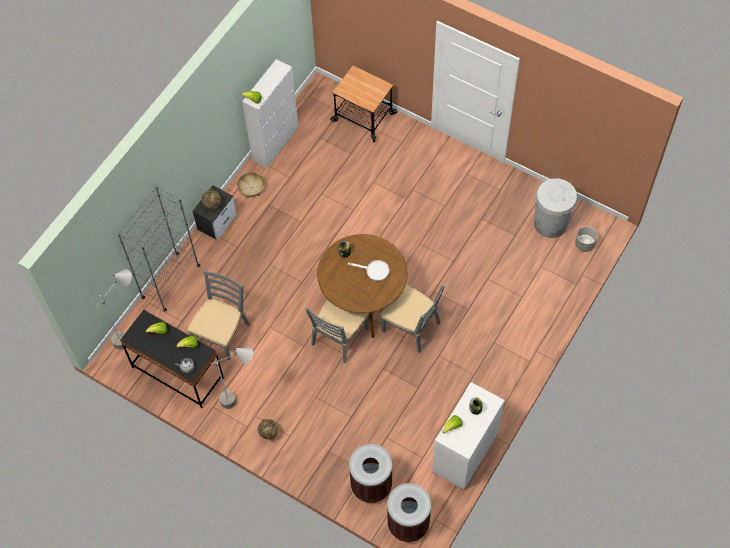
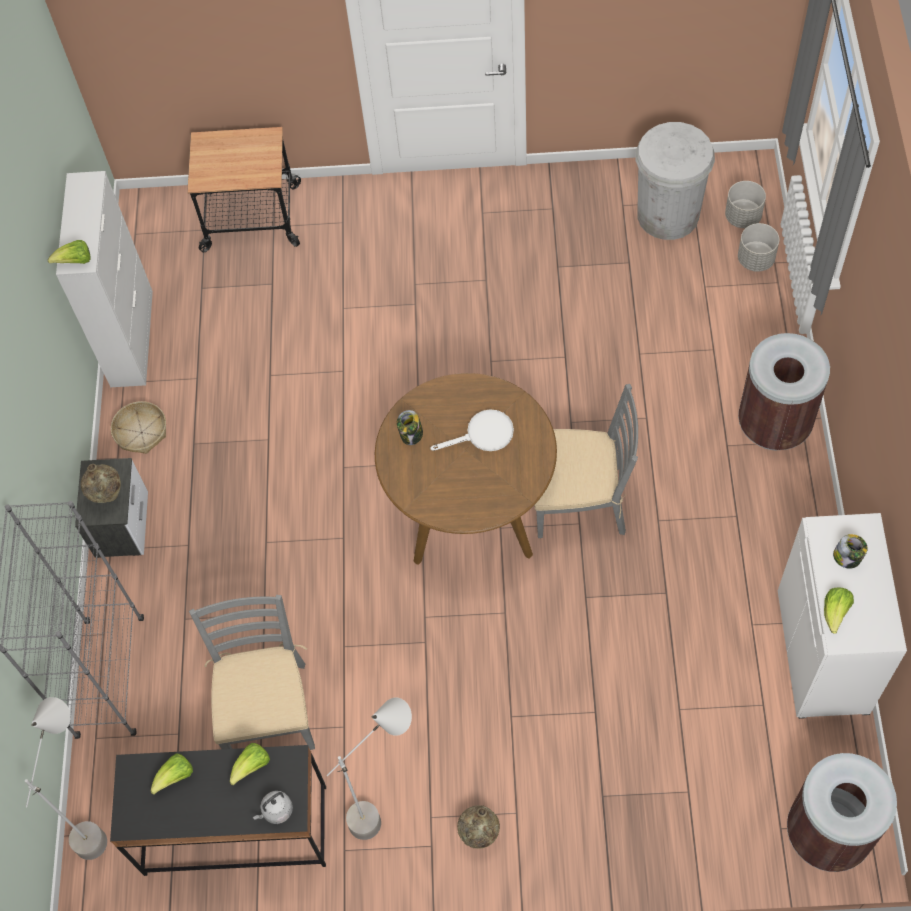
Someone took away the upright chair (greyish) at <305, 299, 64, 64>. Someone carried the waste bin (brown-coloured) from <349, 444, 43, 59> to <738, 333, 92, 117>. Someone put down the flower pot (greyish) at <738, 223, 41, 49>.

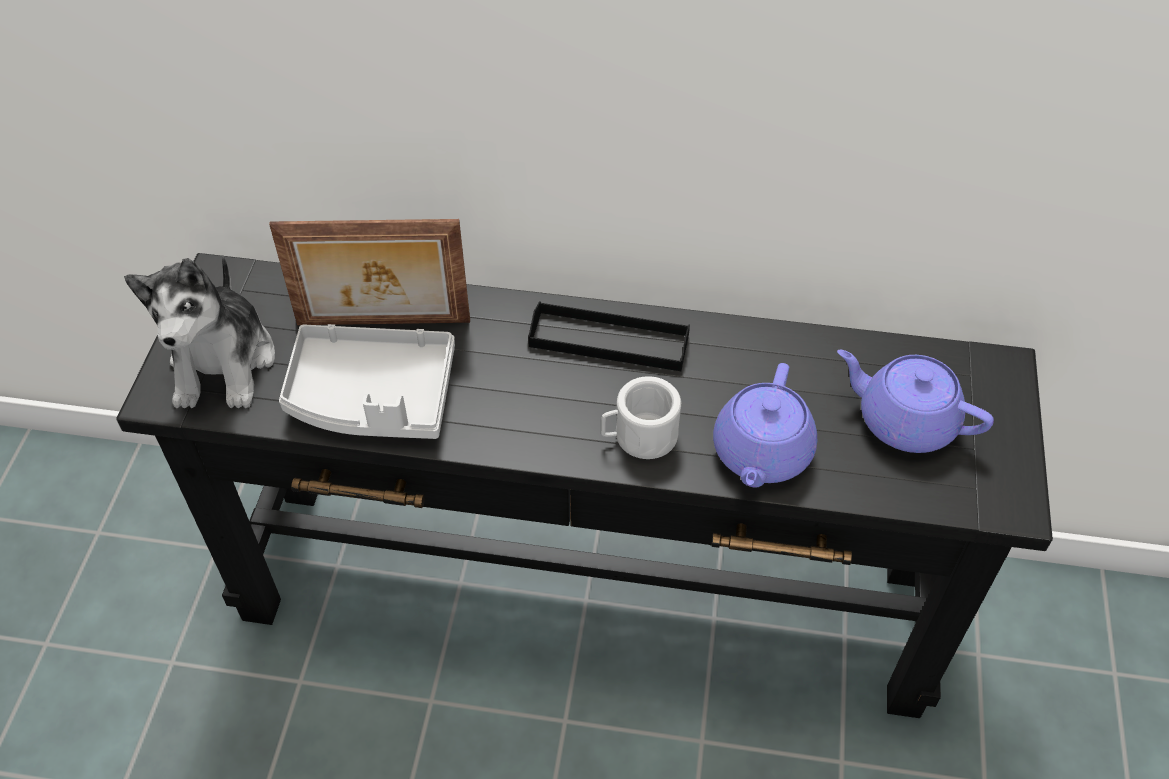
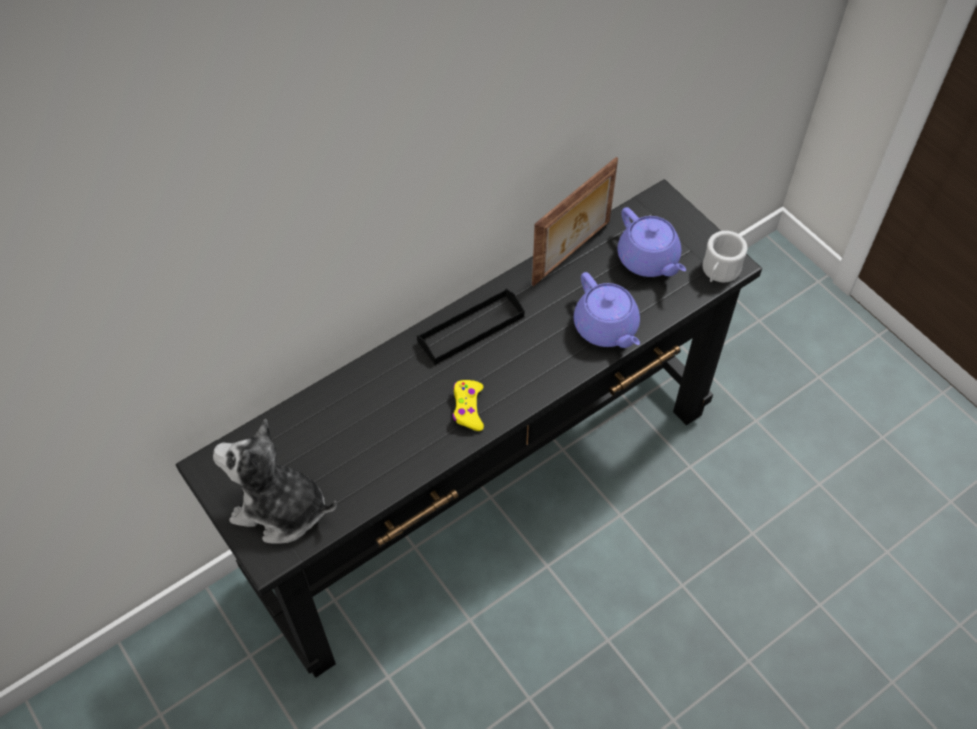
Someone carried the picture frame from <269, 219, 201, 106> to <532, 157, 86, 129>. Someone rotated the cuddly toy at <124, 255, 151, 154> by 150 degrees clockwise. Someone took away the tray (greyish) at <279, 324, 176, 115>. Someone rotated the tea pot (purple-coloured) at <837, 350, 157, 103> by 105 degrees counterclockwise. Someone carried the mug (white) from <601, 376, 80, 83> to <702, 231, 45, 51>. Someone put down the game controller (yellow-coloured) at <452, 380, 32, 51>.

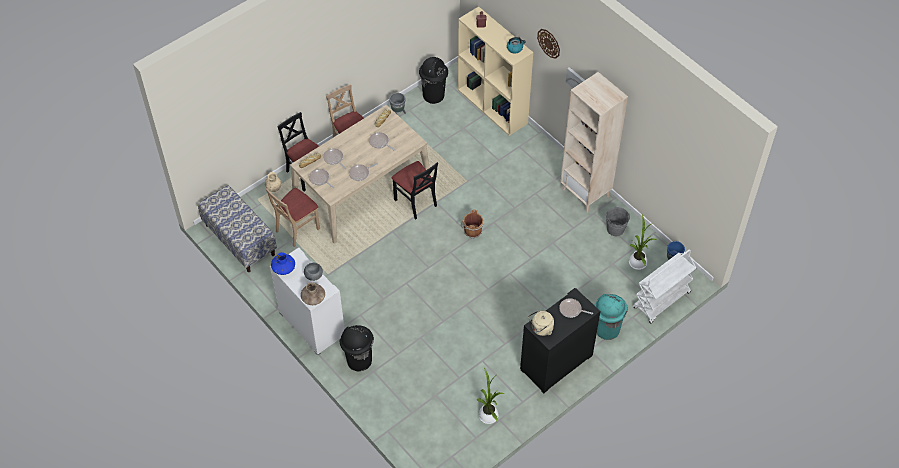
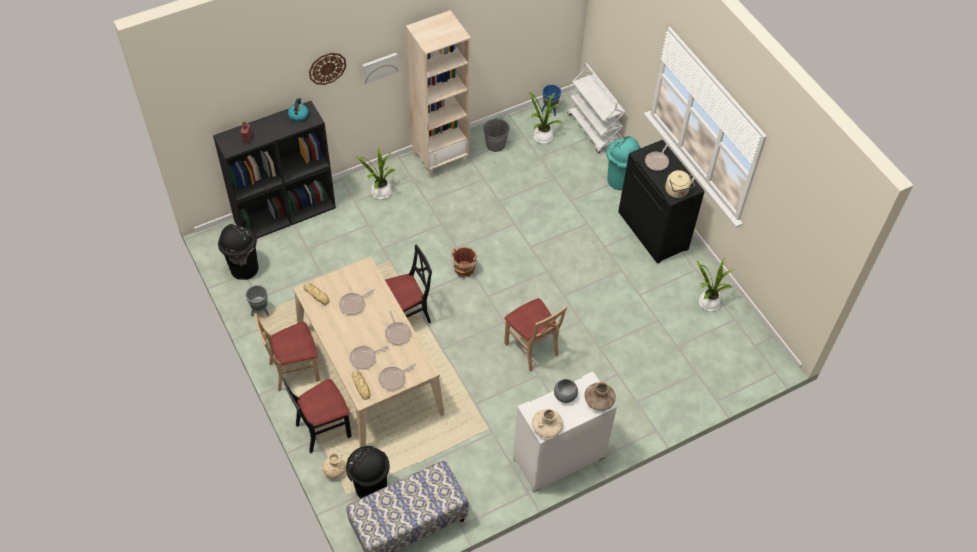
Someone repainted the bookshelf (beige-coloured) at <458, 6, 75, 130>, which became the bookshelf (black-coloured) at <213, 101, 123, 138>. Someone carried the upright chair (beige-coloured) from <266, 188, 54, 59> to <504, 298, 63, 74>. Someone repainted the flower vase (blue-coloured) at <271, 252, 24, 23>, which became the flower vase (beige-coloured) at <532, 409, 31, 29>. Someone carried the waste bin (black-coloured) from <340, 325, 34, 46> to <346, 446, 44, 53>. Someone put down the potted plant at <356, 145, 39, 54>.

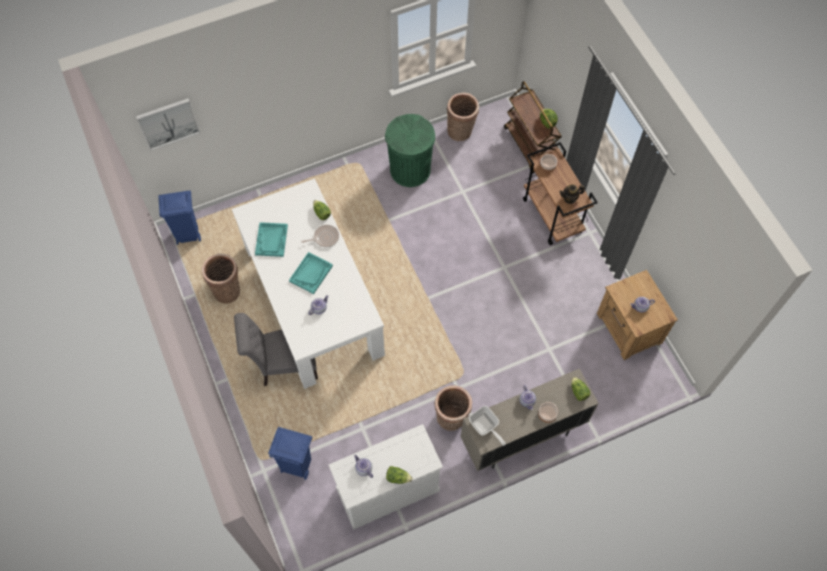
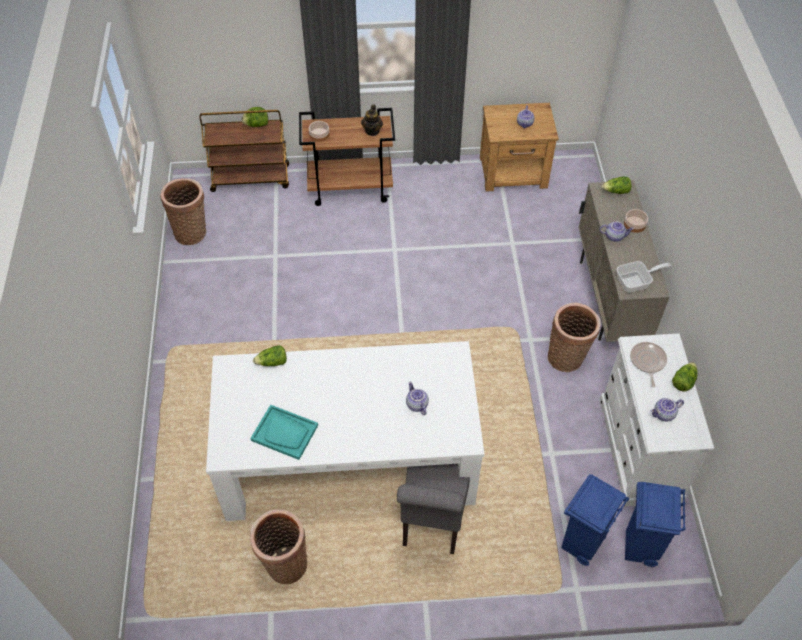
Someone took away the wall art at <136, 98, 64, 53>. Someone took away the waste bin (green-coloured) at <385, 114, 50, 73>. Someone carried the waste bin (blue-coloured) from <158, 190, 43, 55> to <625, 482, 61, 85>. Someone carried the pan from <302, 225, 37, 22> to <630, 342, 37, 46>. Someone took away the tray (blue-green) at <289, 252, 44, 42>.

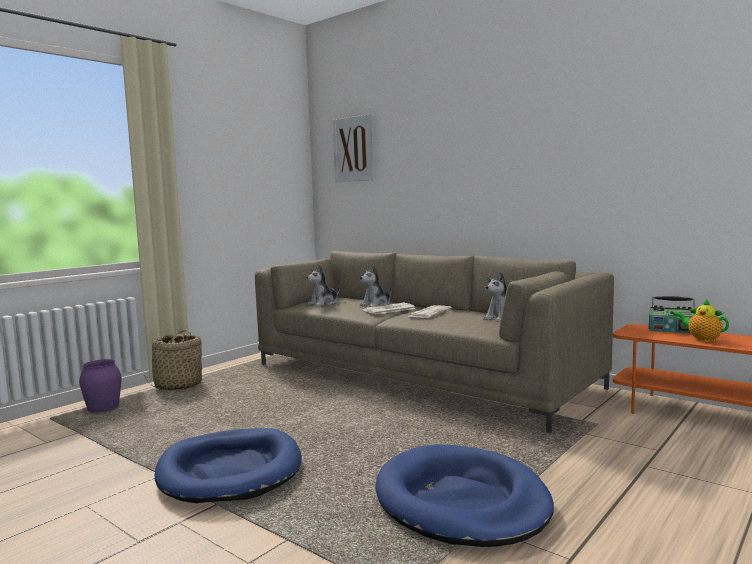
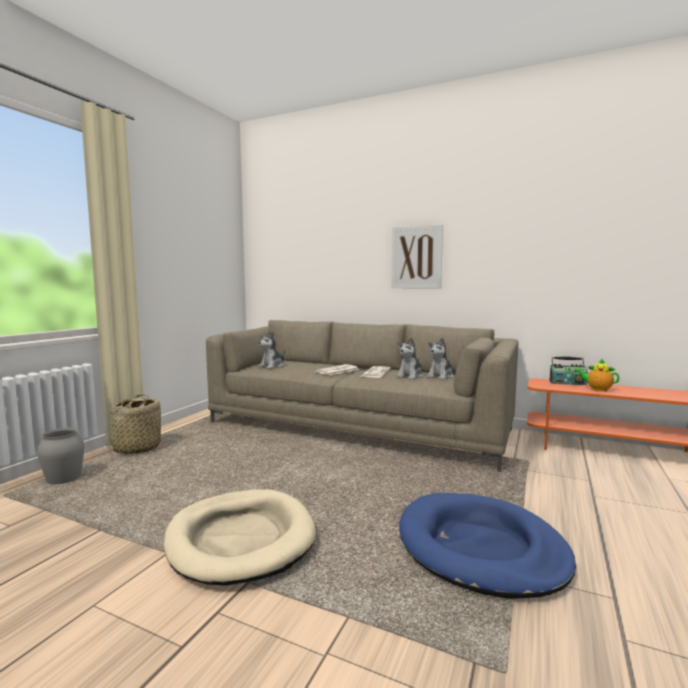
Someone carried the wall art from <333, 114, 42, 68> to <391, 224, 52, 65>. Someone carried the cuddly toy from <360, 265, 31, 42> to <396, 337, 27, 43>. Someone repainted the flower vase (purple-coloured) at <79, 359, 42, 54>, which became the flower vase (greyish) at <37, 428, 47, 57>. Someone repainted the dog cushion (blue-coloured) at <154, 428, 147, 75>, which became the dog cushion (beige-coloured) at <164, 489, 152, 97>.

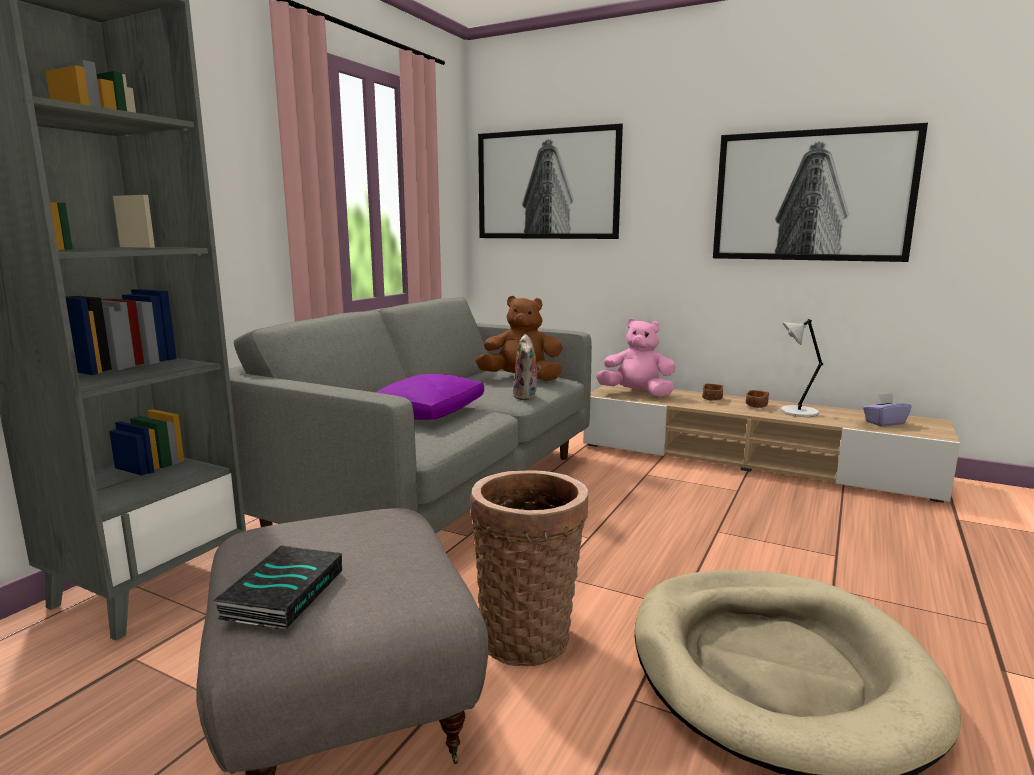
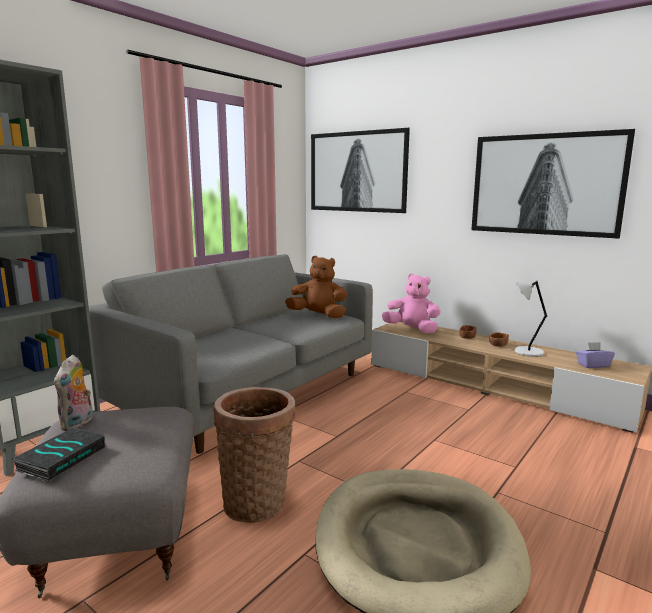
Someone carried the cuddly toy from <513, 334, 28, 66> to <54, 354, 39, 77>. Someone took away the pillow (purple-coloured) at <375, 374, 109, 46>.

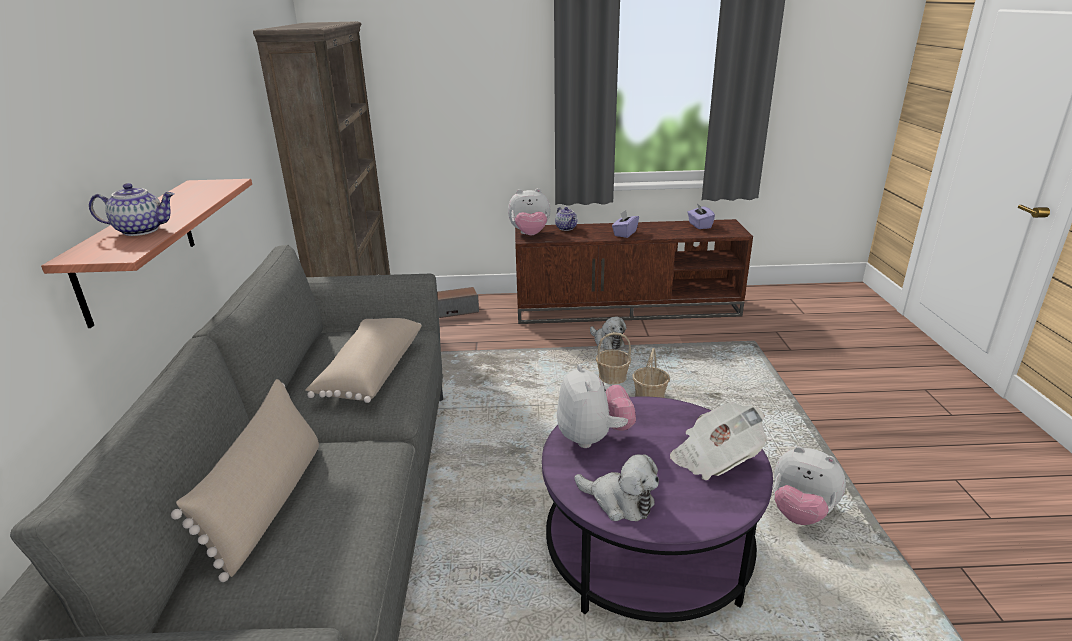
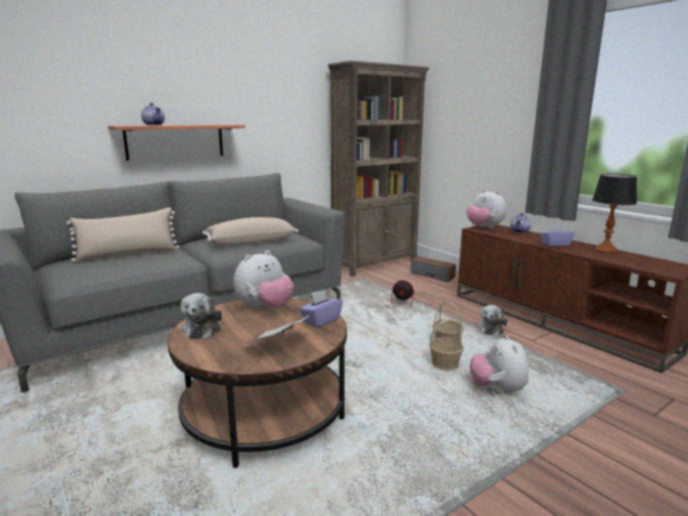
Someone carried the box of tissues (purple-coloured) from <687, 203, 28, 26> to <300, 290, 43, 38>. Someone repainted the low table (purple-coloured) at <542, 396, 231, 226>, which became the low table (brown-coloured) at <168, 298, 179, 170>. Someone carried the cuddly toy from <773, 446, 73, 79> to <470, 335, 59, 60>. Someone put down the table lamp at <592, 174, 45, 80>. Someone put down the fan at <391, 280, 43, 26>.

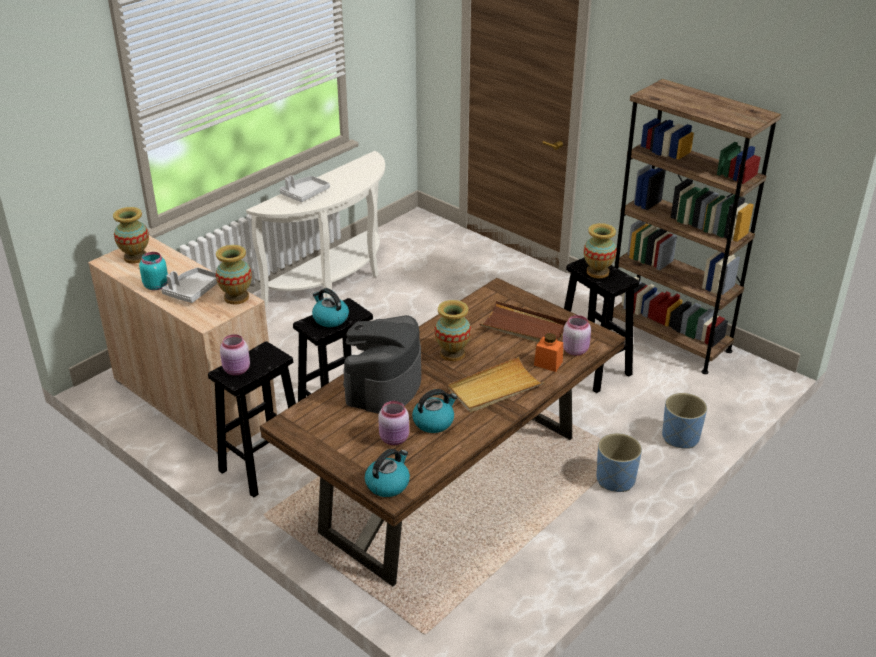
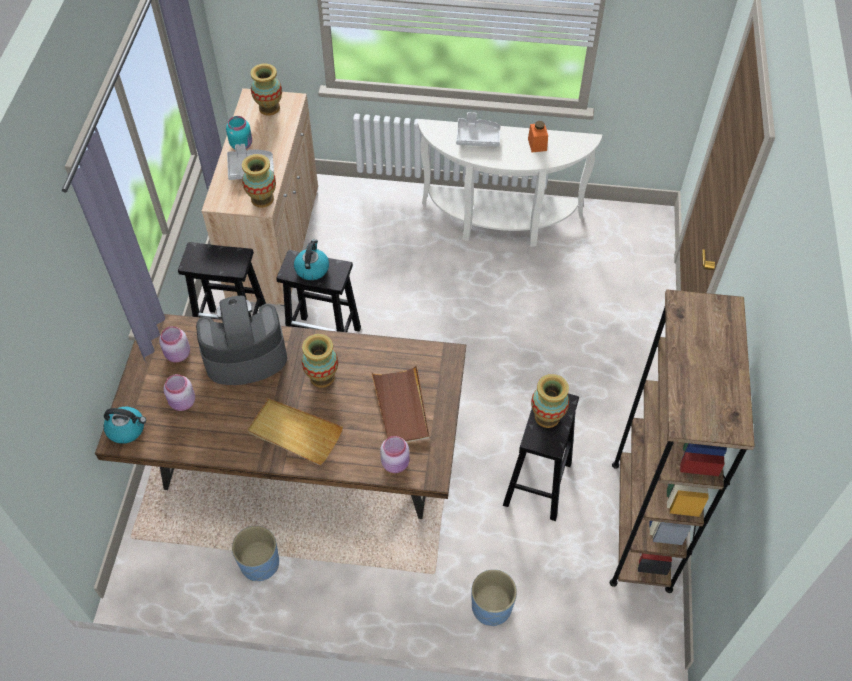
Someone carried the storage jar (orange-coloured) from <534, 333, 29, 39> to <528, 121, 20, 31>. Someone carried the storage jar (pinkish) from <220, 334, 30, 41> to <159, 326, 31, 36>. Someone took away the kettle at <412, 389, 45, 44>. Someone carried the flower pot (blue-coloured) from <596, 433, 46, 59> to <232, 526, 47, 55>.

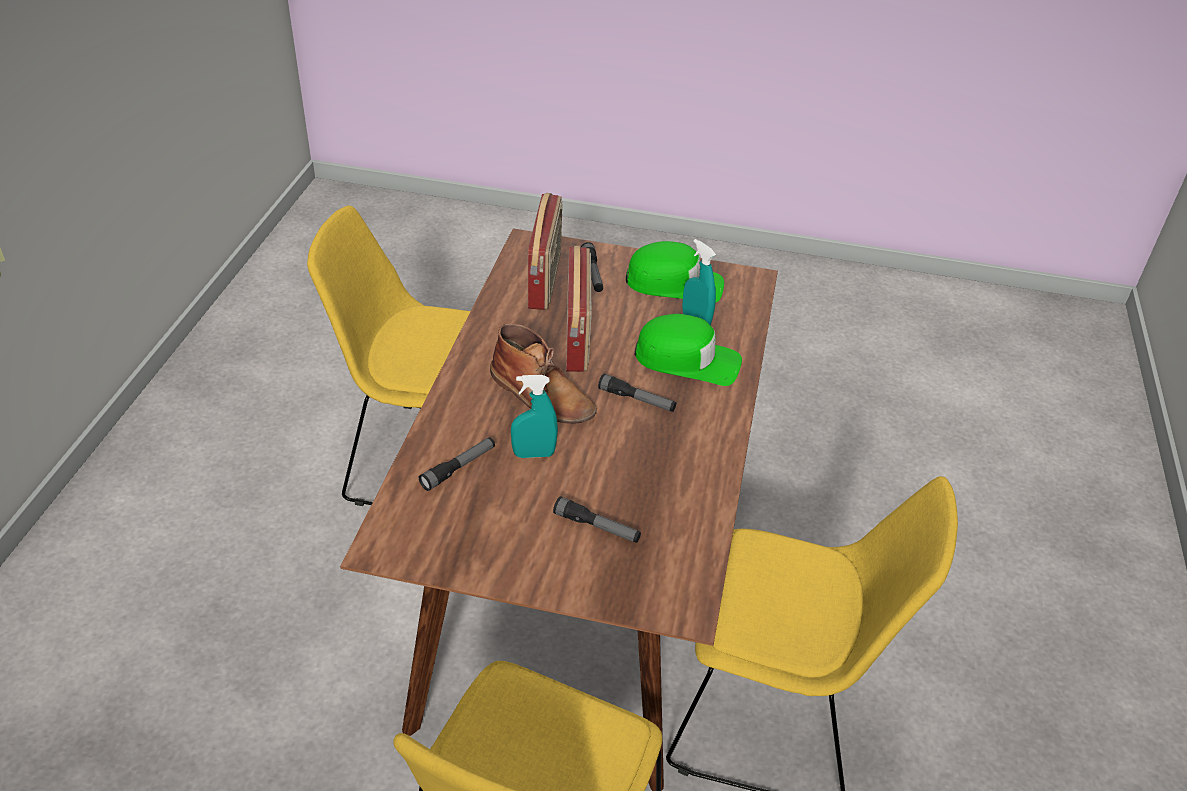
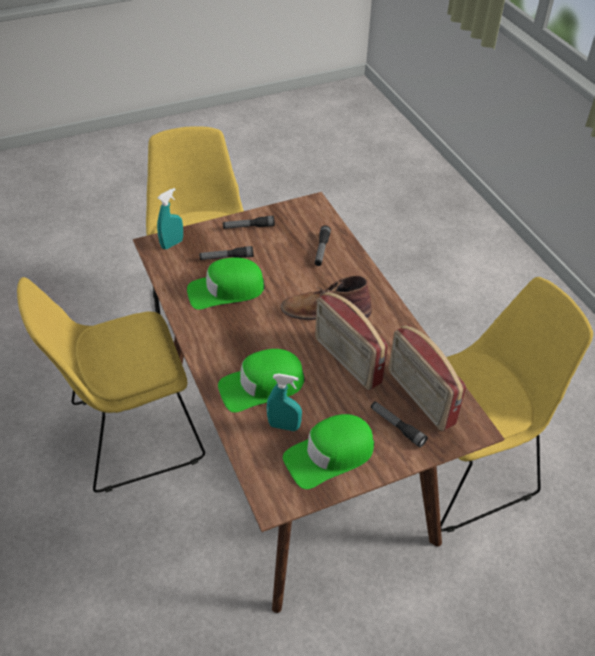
Someone carried the torch from <598, 374, 78, 38> to <223, 216, 52, 13>. Someone carried the sprayer (blue-green) from <511, 375, 47, 83> to <157, 188, 26, 61>. Someone put down the peaked cap (green-coloured) at <187, 257, 78, 53>.

